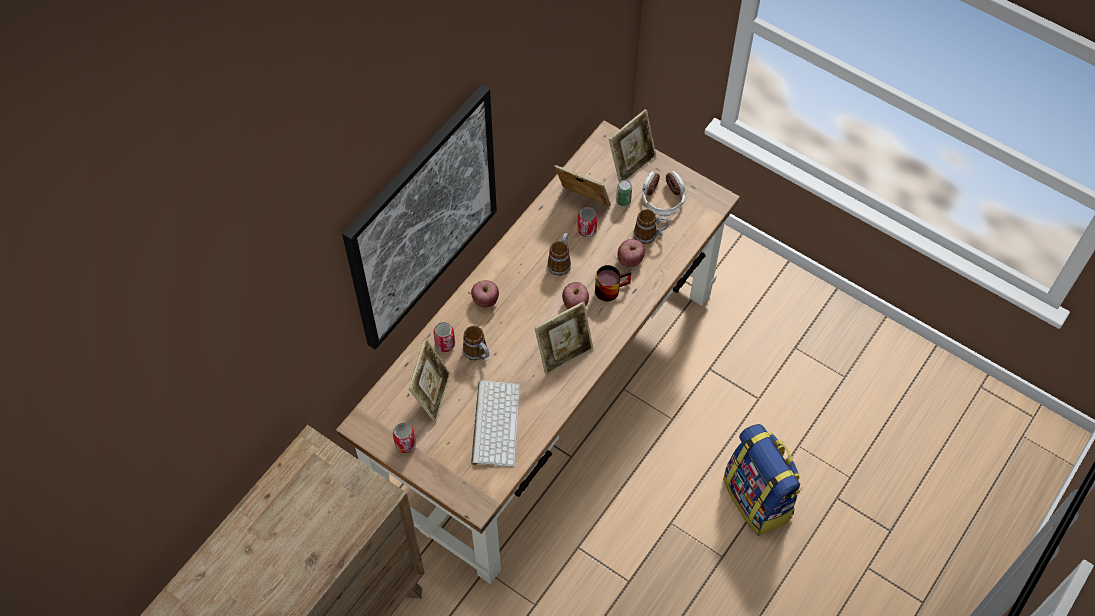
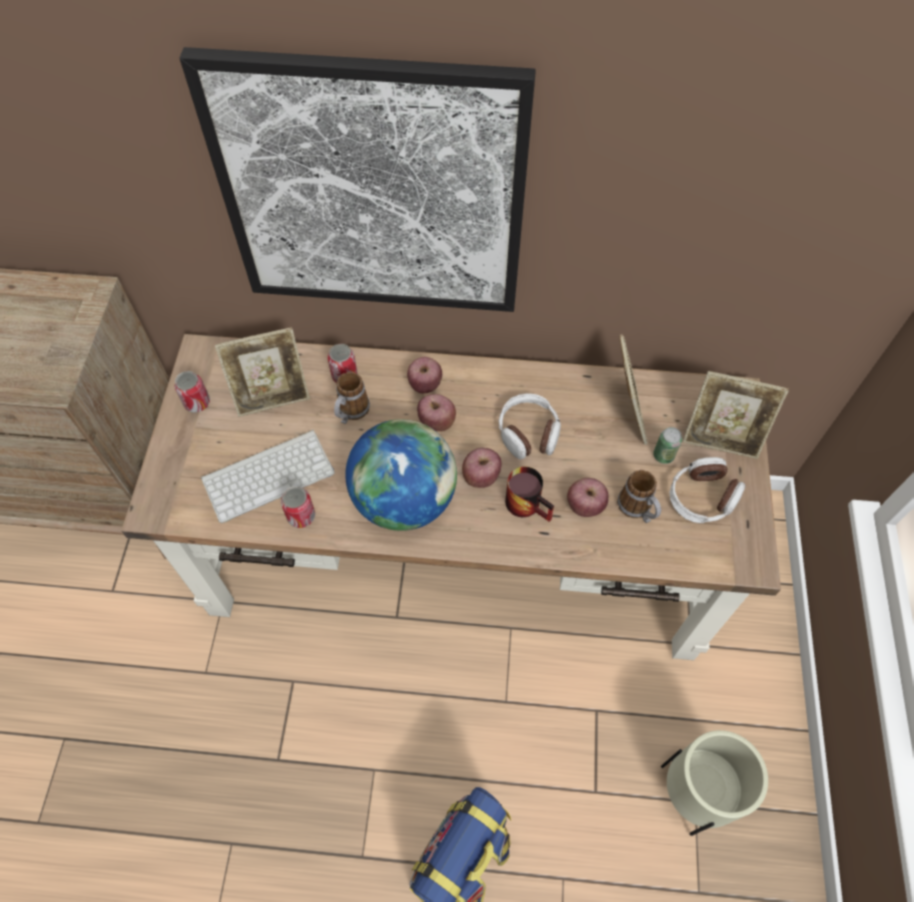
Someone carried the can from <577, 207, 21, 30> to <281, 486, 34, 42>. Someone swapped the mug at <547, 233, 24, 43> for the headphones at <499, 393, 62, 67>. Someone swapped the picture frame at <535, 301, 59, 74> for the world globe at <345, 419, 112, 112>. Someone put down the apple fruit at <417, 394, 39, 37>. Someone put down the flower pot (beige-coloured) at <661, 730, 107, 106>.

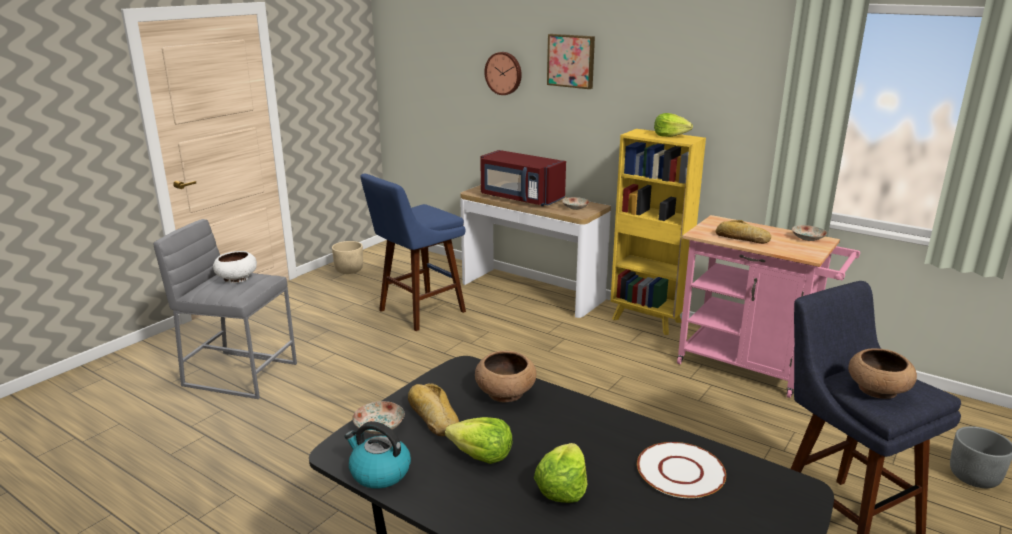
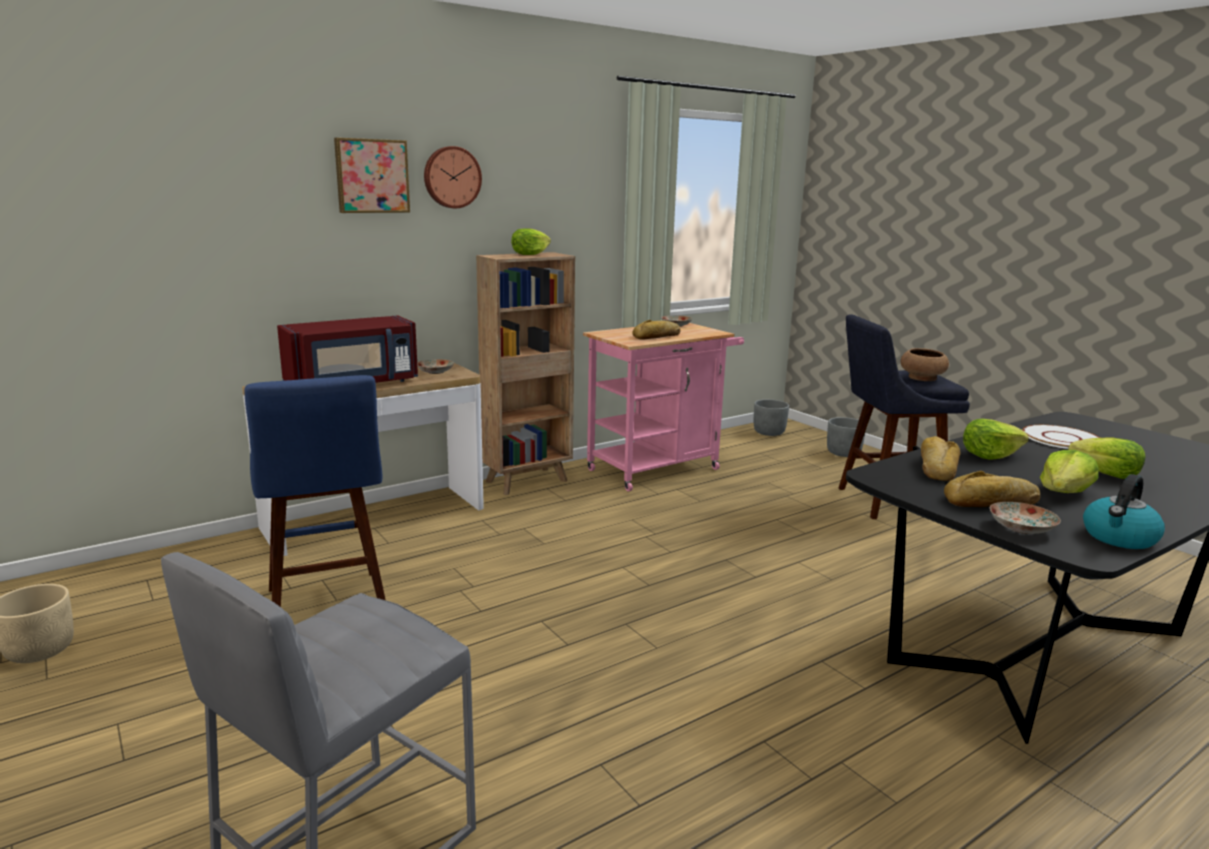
Someone carried the hanging clock from <484, 52, 38, 43> to <424, 146, 58, 62>. Someone repainted the bookshelf (yellow-coloured) at <610, 129, 96, 206>, which became the bookshelf (brown-coloured) at <476, 252, 99, 243>. Someone took away the bowl (white) at <213, 251, 44, 32>. Someone swapped the bowl (brown-coloured) at <475, 351, 61, 51> for the bakery bread at <921, 436, 40, 45>. Someone put down the flower pot (greyish) at <754, 399, 35, 37>. Someone put down the lettuce head at <963, 419, 66, 41>.

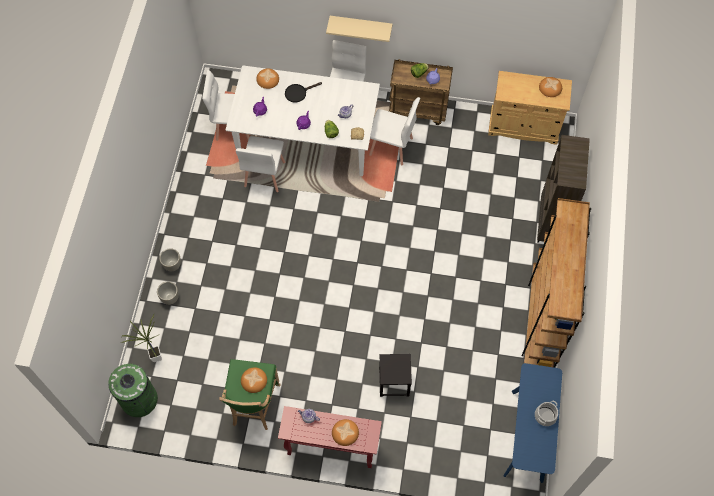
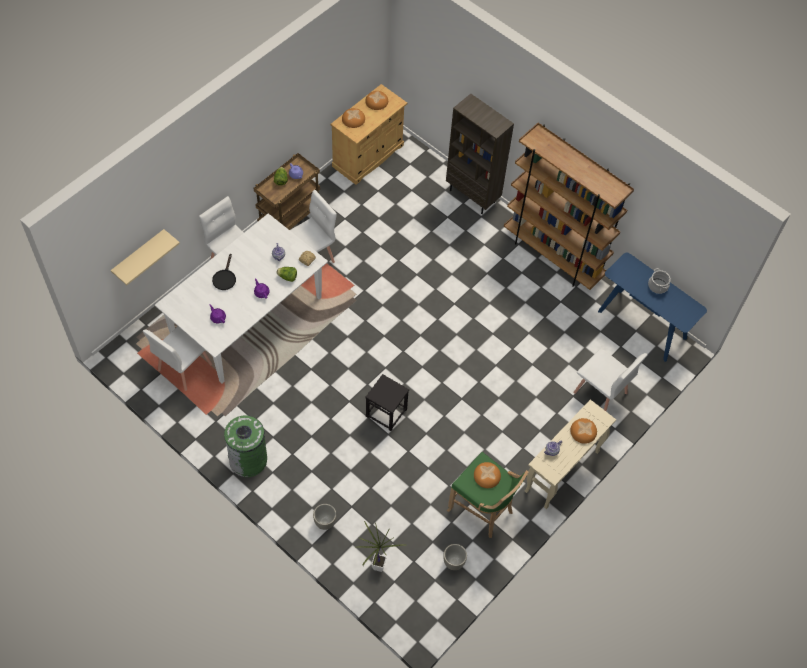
Someone carried the shelf (beige-coloured) from <326, 16, 66, 26> to <111, 229, 69, 56>. Someone carried the bakery bread from <256, 68, 23, 21> to <342, 108, 23, 20>. Someone carried the upright chair (white) from <236, 136, 49, 56> to <573, 349, 74, 62>. Someone carried the flower pot (greyish) from <159, 248, 22, 23> to <443, 544, 24, 26>. Someone carried the stool (black-coloured) from <379, 354, 33, 43> to <365, 374, 44, 57>. Someone carried the waste bin (green-coloured) from <108, 364, 50, 53> to <224, 415, 43, 62>. Someone repainted the console table (red) at <278, 406, 104, 62>, which became the console table (beige-coloured) at <525, 399, 91, 110>.

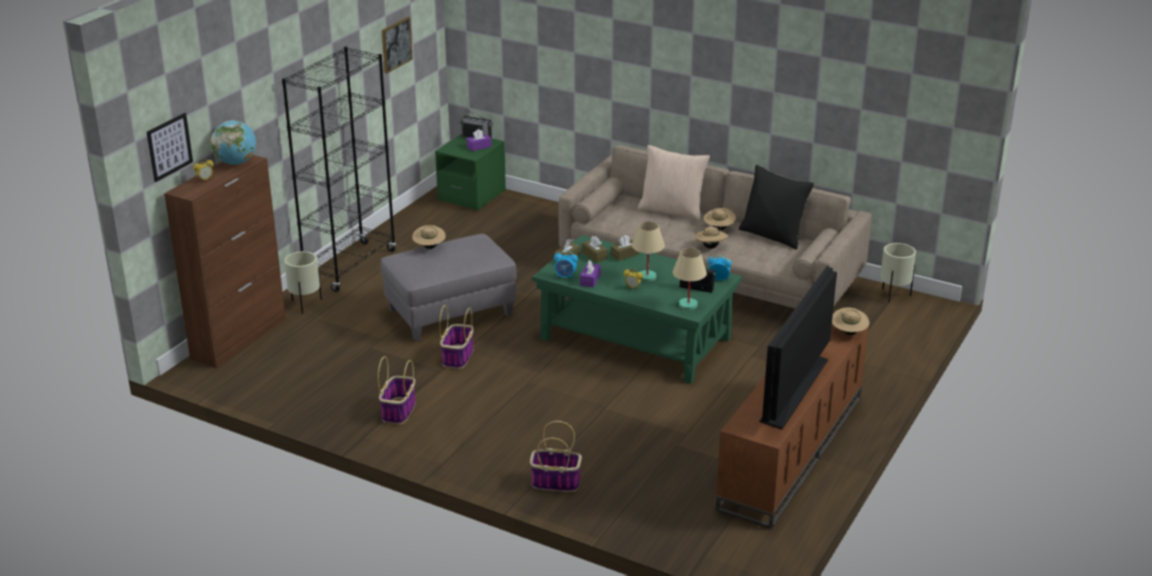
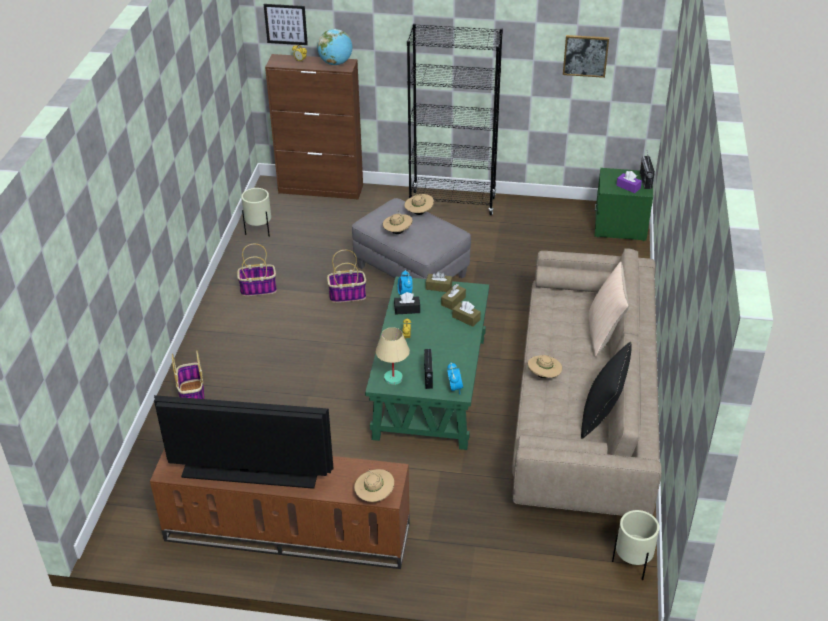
Someone carried the wearable hat (beige-coloured) from <704, 208, 32, 22> to <383, 211, 29, 23>. Someone took away the table lamp (beige-coloured) at <632, 221, 33, 61>. Someone carried the flower pot (beige-coloured) from <284, 251, 38, 63> to <241, 188, 30, 49>. Someone repainted the box of tissues (purple-coloured) at <580, 260, 21, 27>, which became the box of tissues (black-coloured) at <394, 292, 26, 23>.

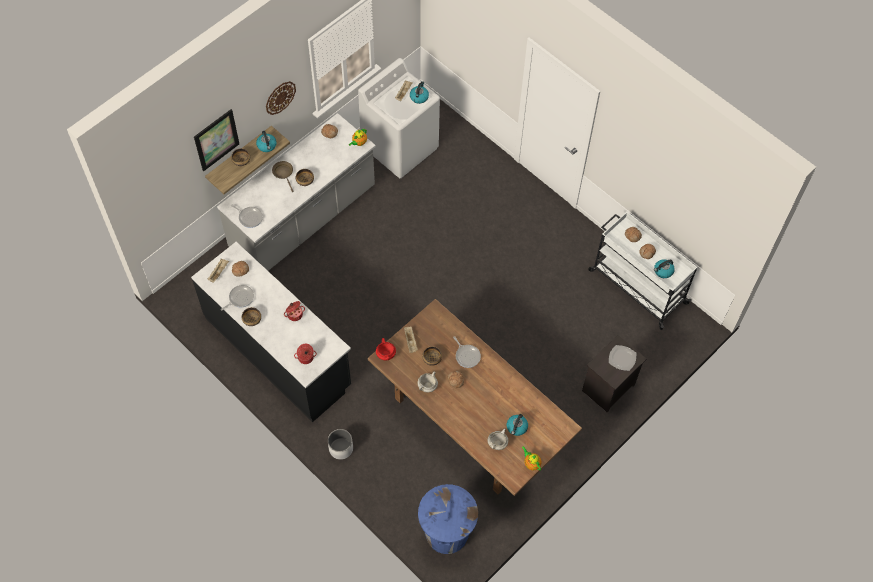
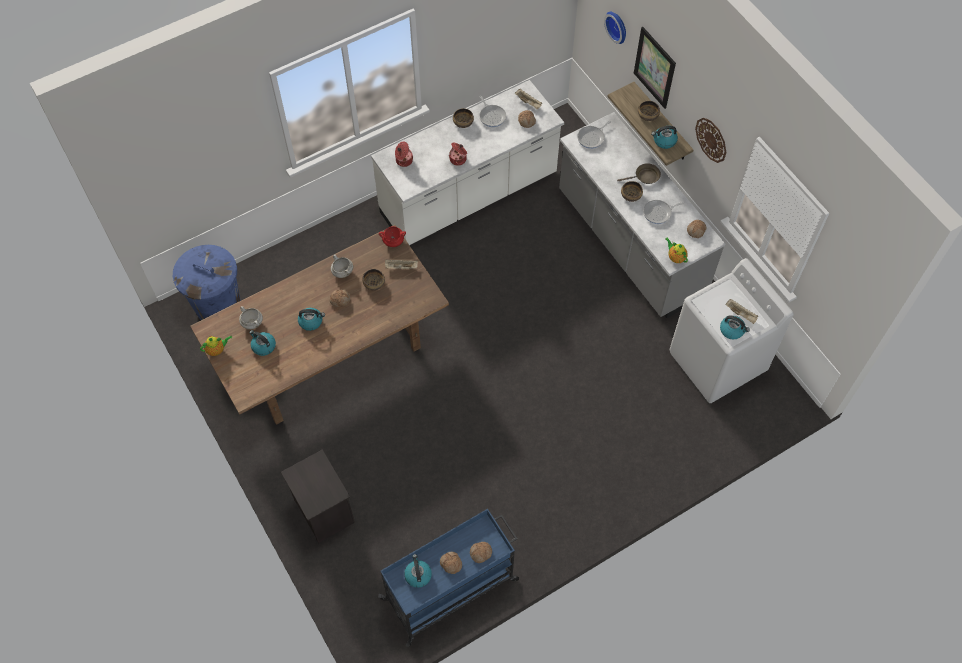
Someone repainted the cart (white) at <588, 212, 109, 118>, which became the cart (blue-coloured) at <378, 509, 141, 138>. Someone repainted the kitchen base unit (black-coloured) at <191, 242, 160, 180>, which became the kitchen base unit (white) at <371, 80, 193, 165>. Someone carried the pan from <453, 336, 28, 32> to <643, 200, 41, 24>. Someone took away the flat dish at <609, 345, 27, 26>. Someone took away the flower pot (white) at <328, 429, 25, 31>. Someone put up the hanging clock at <604, 12, 22, 32>. Someone put down the kettle at <298, 308, 27, 23>.

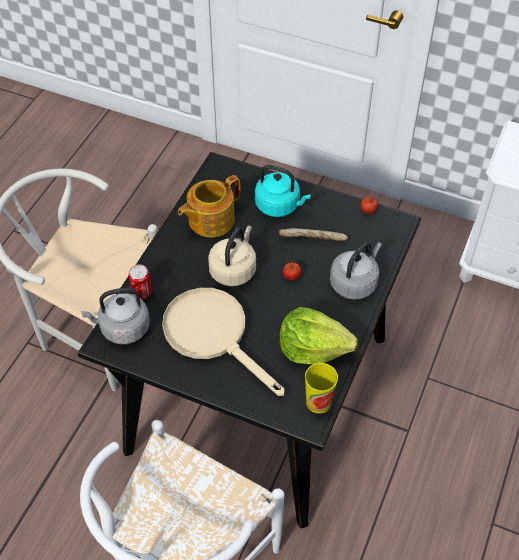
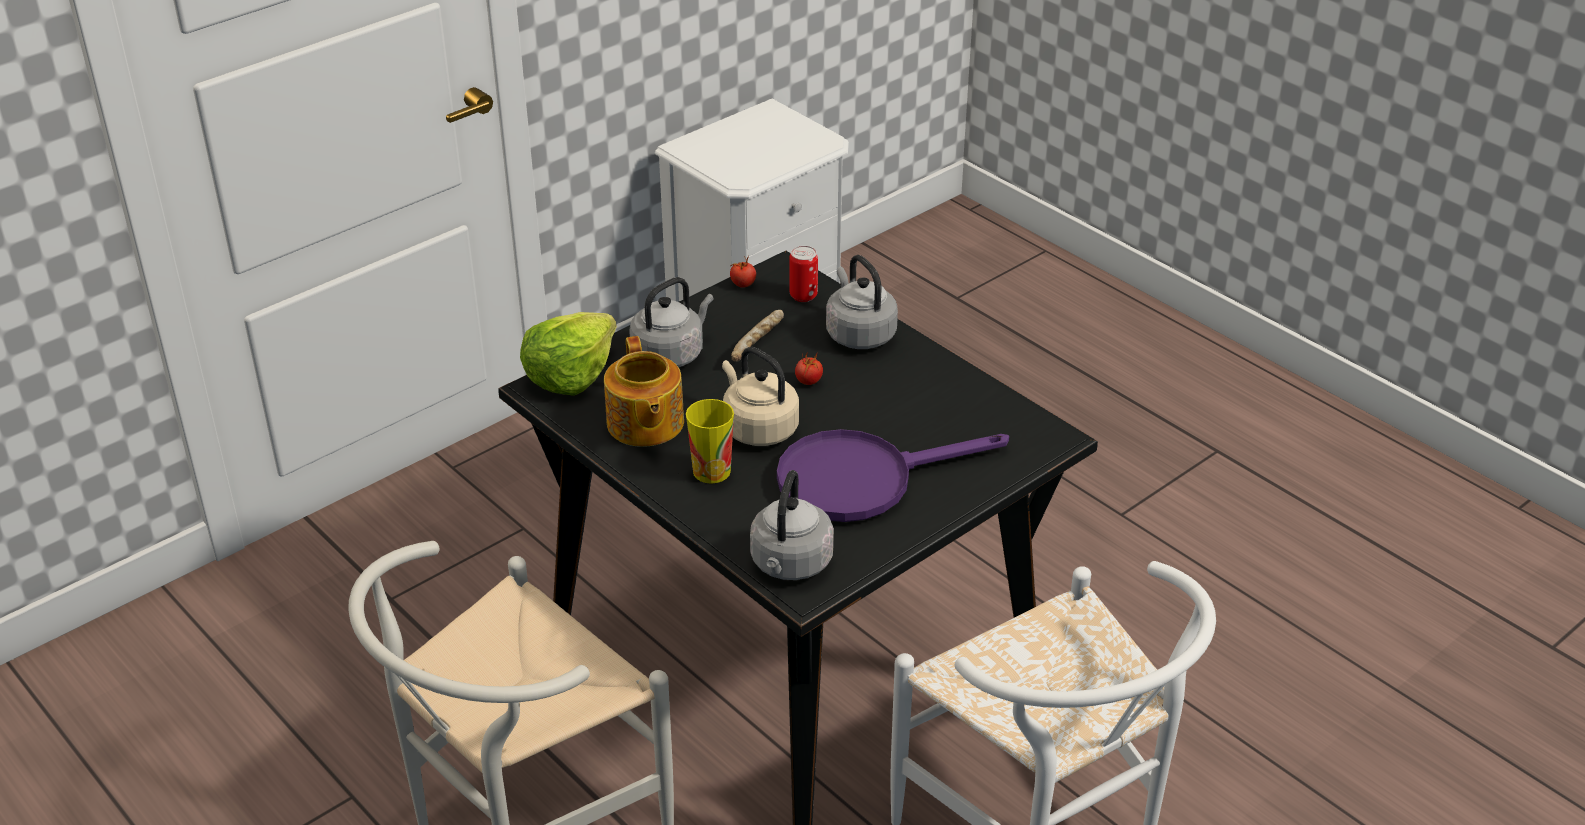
Someone repainted the kettle (blue-green) at <255, 165, 56, 52>, which became the kettle (greyish) at <629, 277, 85, 90>. Someone carried the can from <129, 265, 23, 35> to <789, 246, 29, 56>. Someone repainted the pan (beige-coloured) at <162, 288, 123, 108>, which became the pan (purple-coloured) at <777, 429, 232, 93>. Someone carried the lettuce head from <279, 307, 79, 58> to <520, 312, 97, 84>. Someone carried the cup from <305, 363, 33, 51> to <686, 399, 48, 85>.

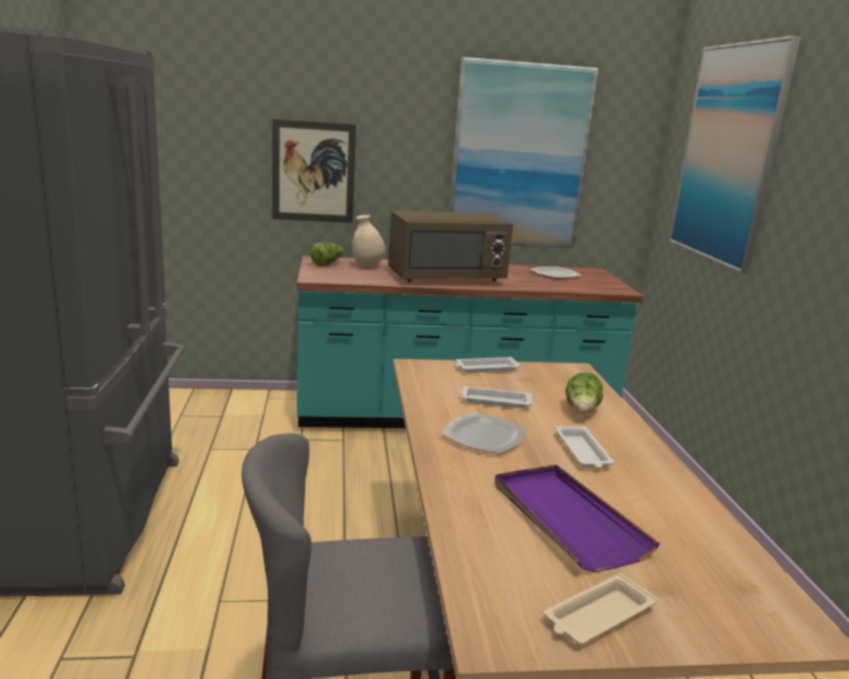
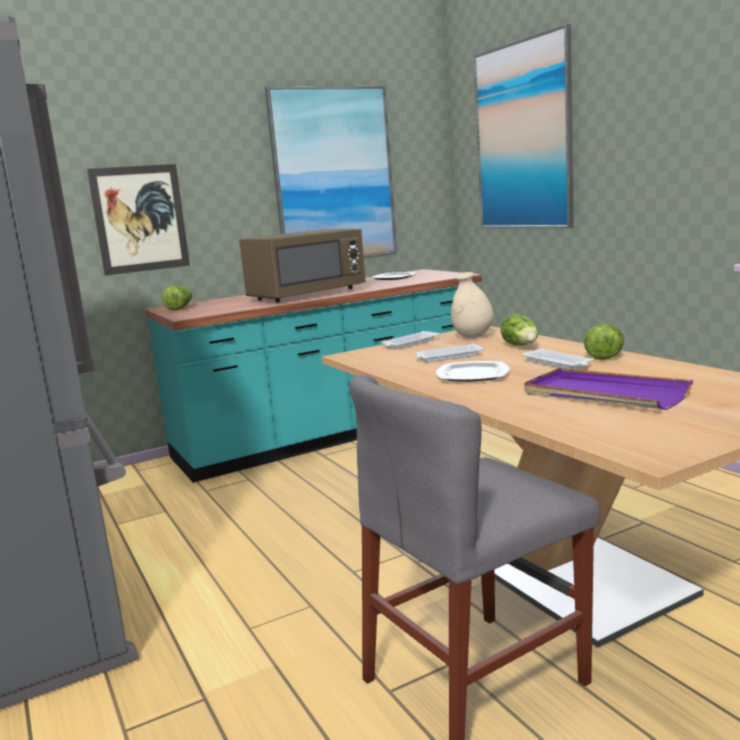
Someone carried the flower vase (beige-coloured) from <352, 215, 33, 52> to <451, 272, 43, 66>. Someone took away the tray (beige-coloured) at <544, 573, 114, 71>. Someone put down the lettuce head at <584, 323, 40, 37>.

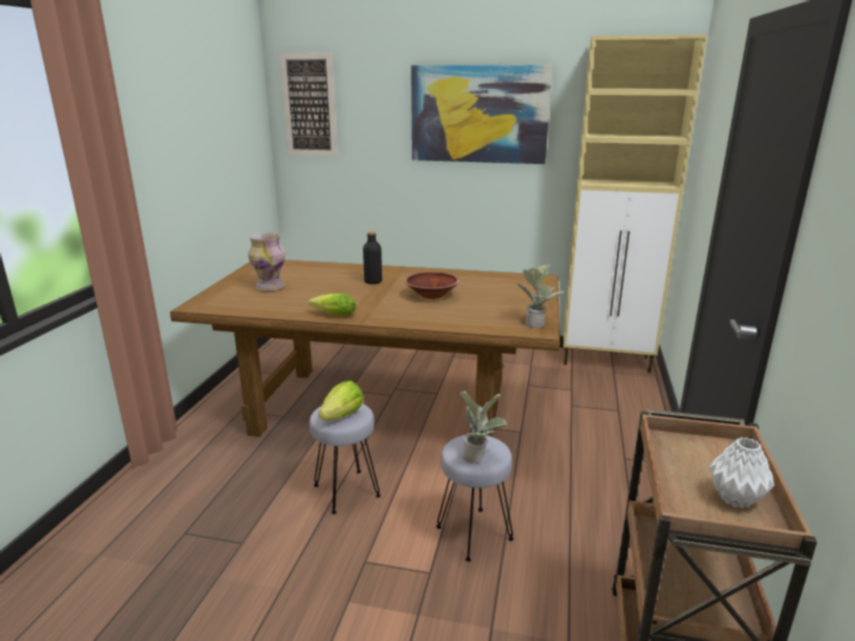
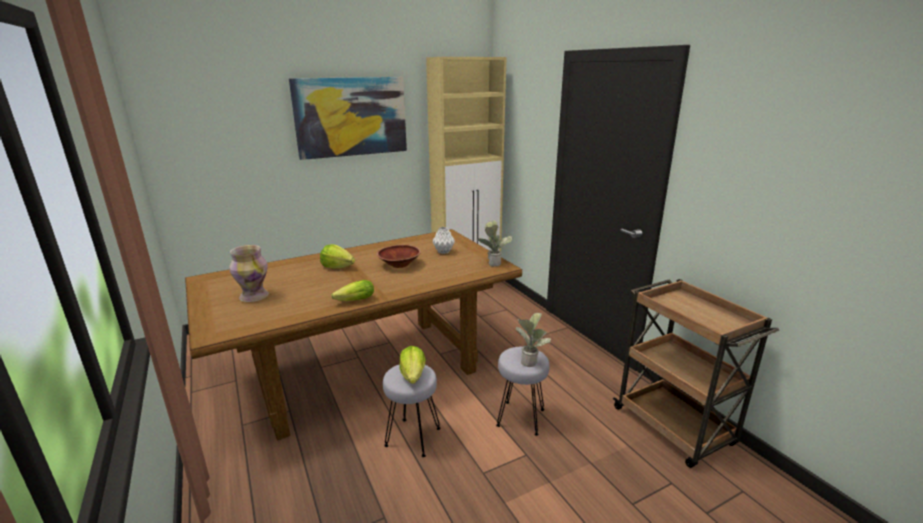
Someone took away the wall art at <279, 53, 59, 103>. Someone swapped the beverage bottle (black-coloured) at <363, 231, 19, 53> for the lettuce head at <320, 244, 35, 25>. Someone carried the flower vase (white) from <709, 437, 65, 71> to <433, 227, 22, 27>.

